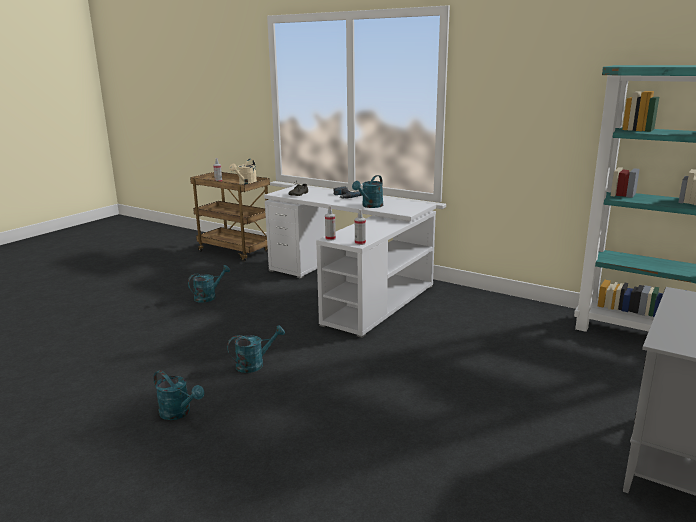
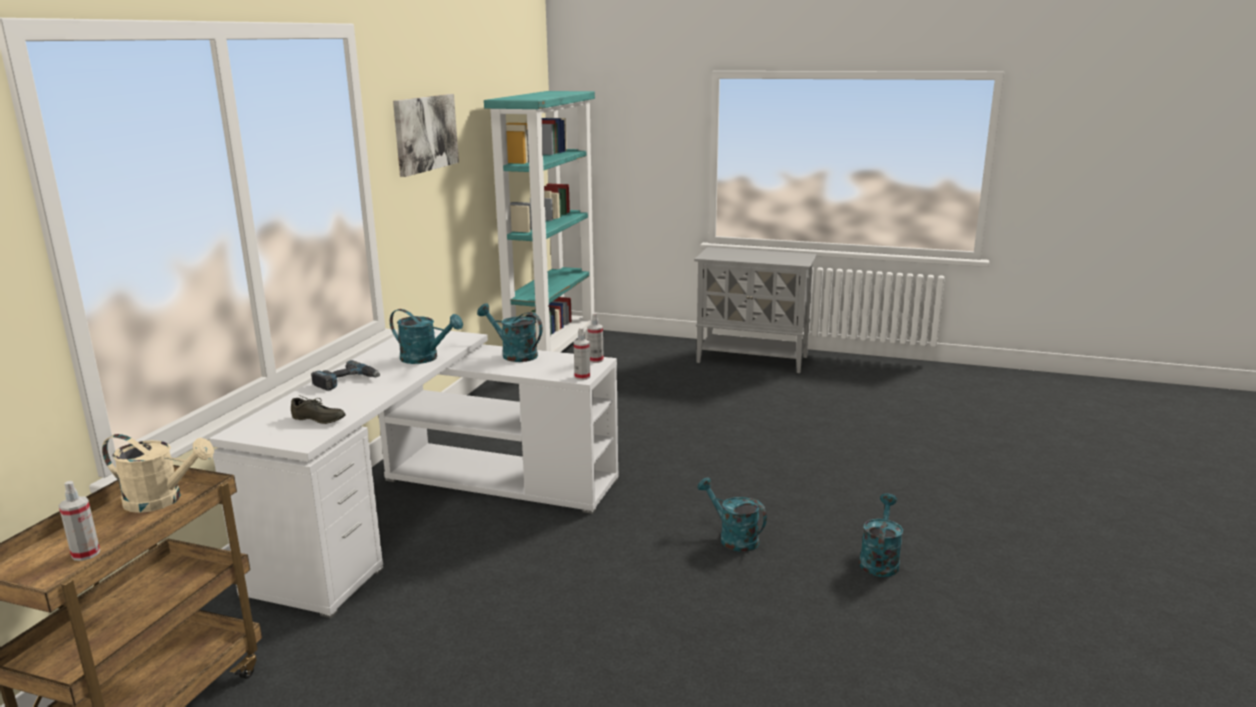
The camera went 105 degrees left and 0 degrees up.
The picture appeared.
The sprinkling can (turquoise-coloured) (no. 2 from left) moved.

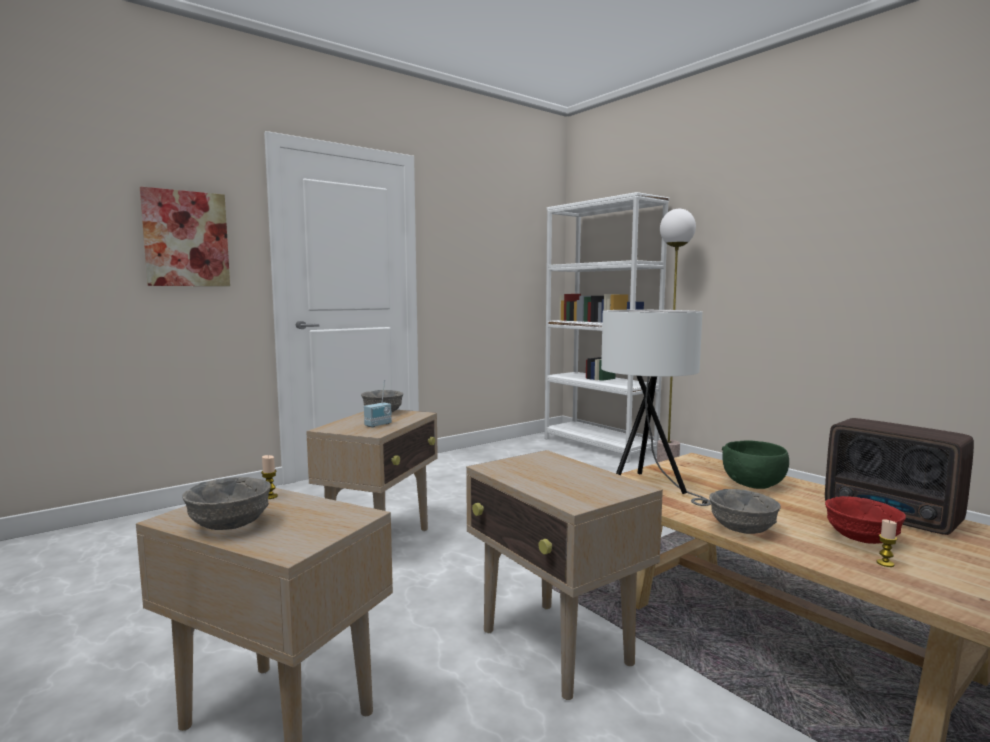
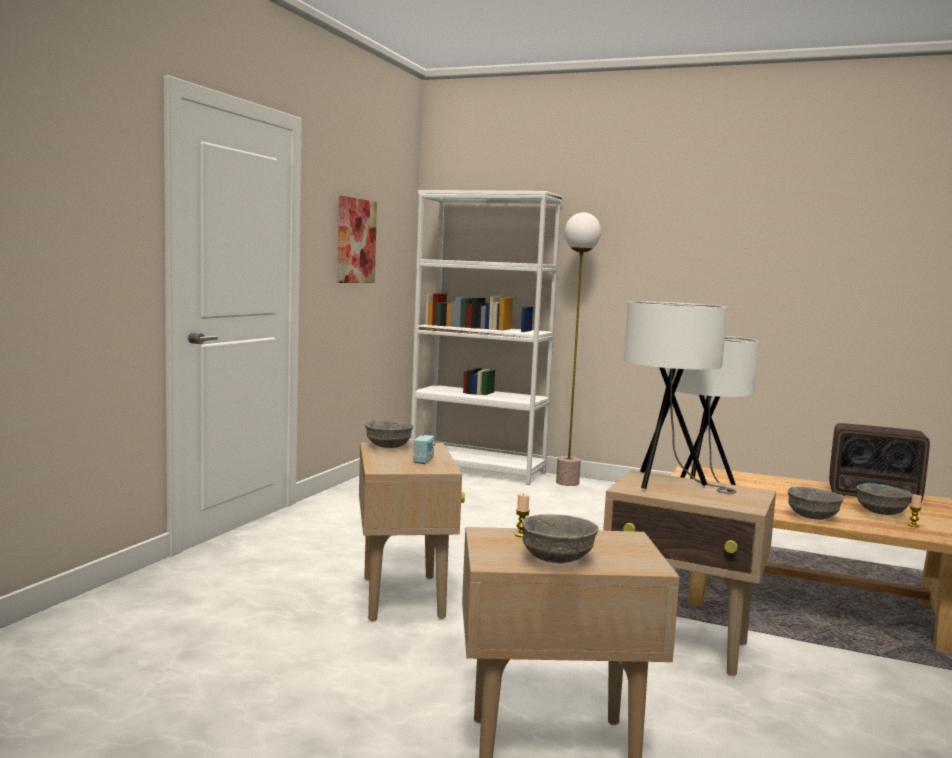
The camera went 30 degrees left and 0 degrees up.
The serving bowl (greenish) disappeared.
The table lamp (white) (no. 1 from left) appeared.
The picture moved.
The serving bowl (red-coloured) became the serving bowl (grey) (no. 4 from left).

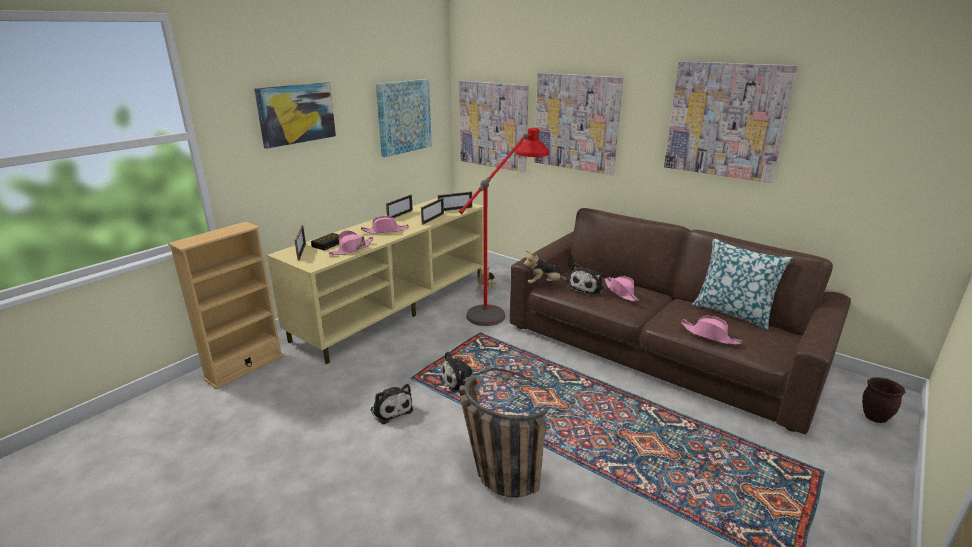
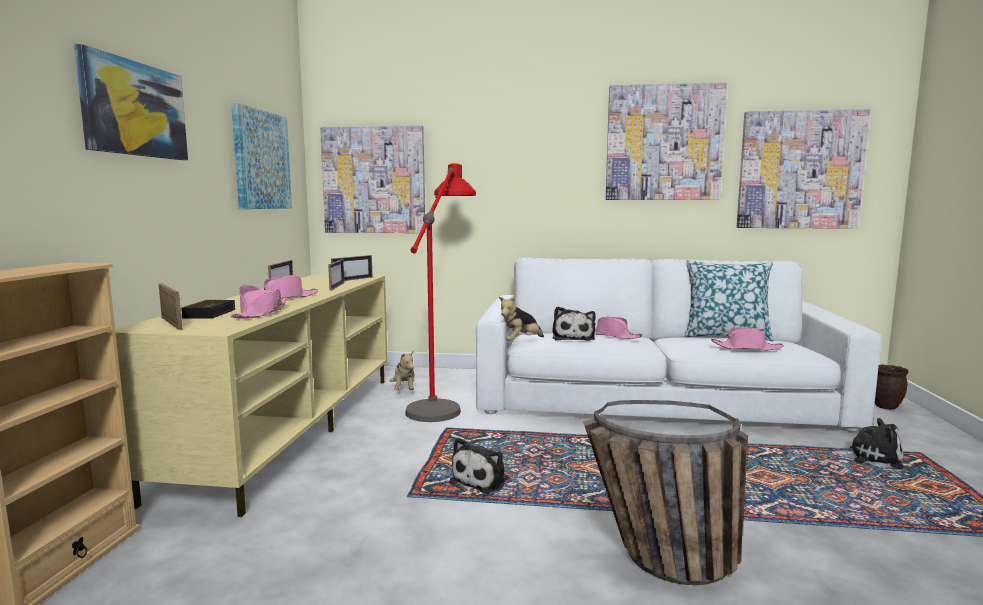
The camera went 30 degrees left and 15 degrees down.
The cuddly toy (no. 1 from left in the first image) moved.
The picture (no. 4 from left in the first image) moved.
The settee (brownish) became the settee (white).

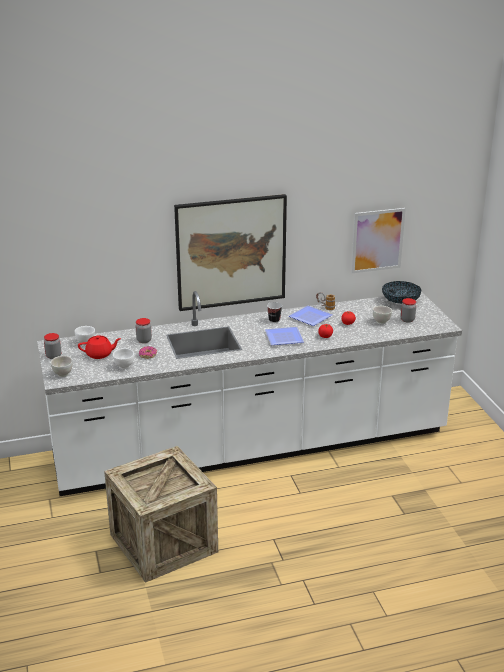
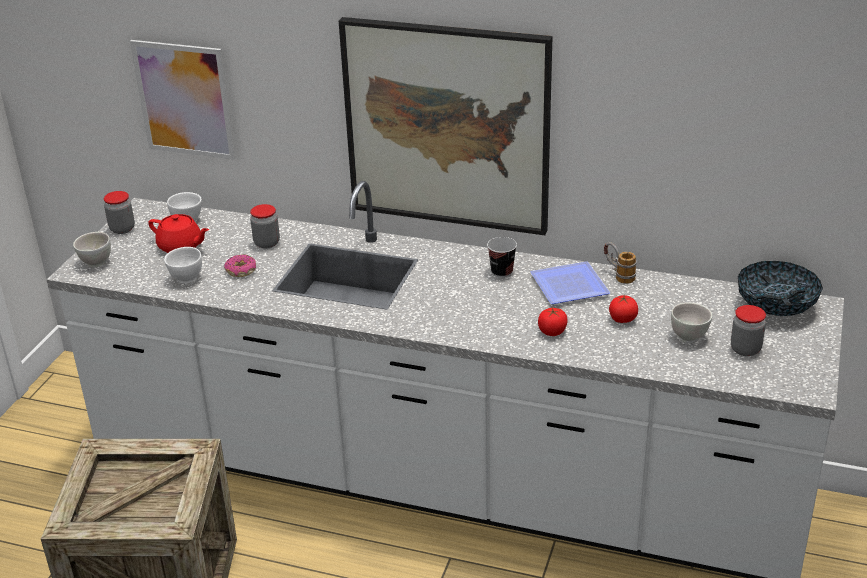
The camera went 35 degrees right and 5 degrees up.
The plate (no. 1 from left) disappeared.
The picture (no. 2 from left in the first image) moved.

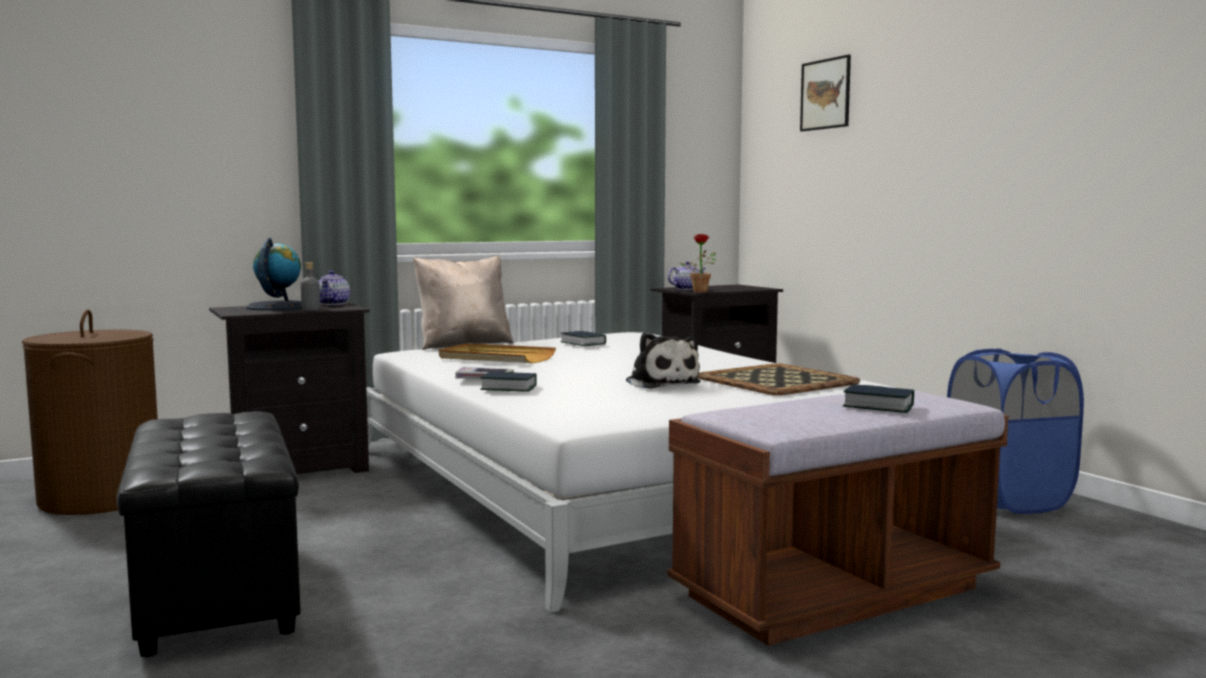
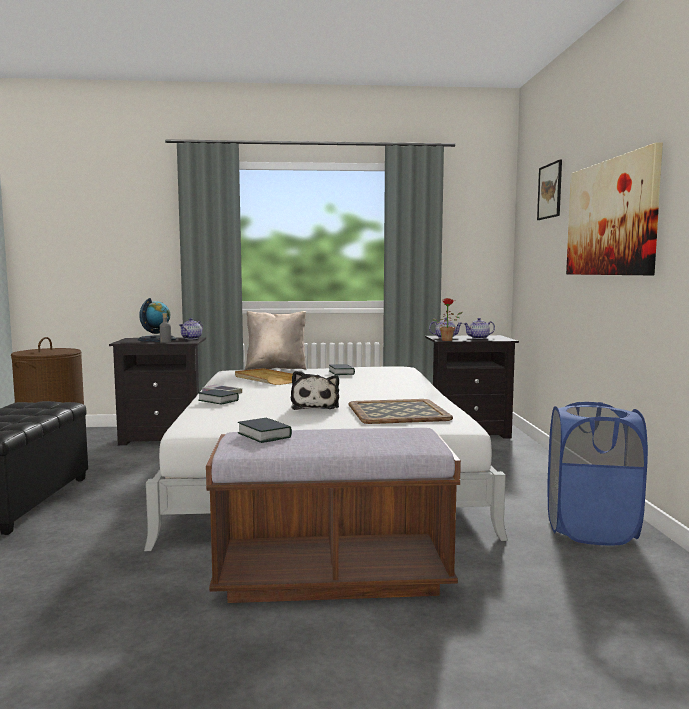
The camera went 25 degrees right and 0 degrees up.
The pot for tea (no. 3 from left) appeared.
The picture (no. 2 from left) appeared.
The volume (no. 4 from left in the first image) moved.

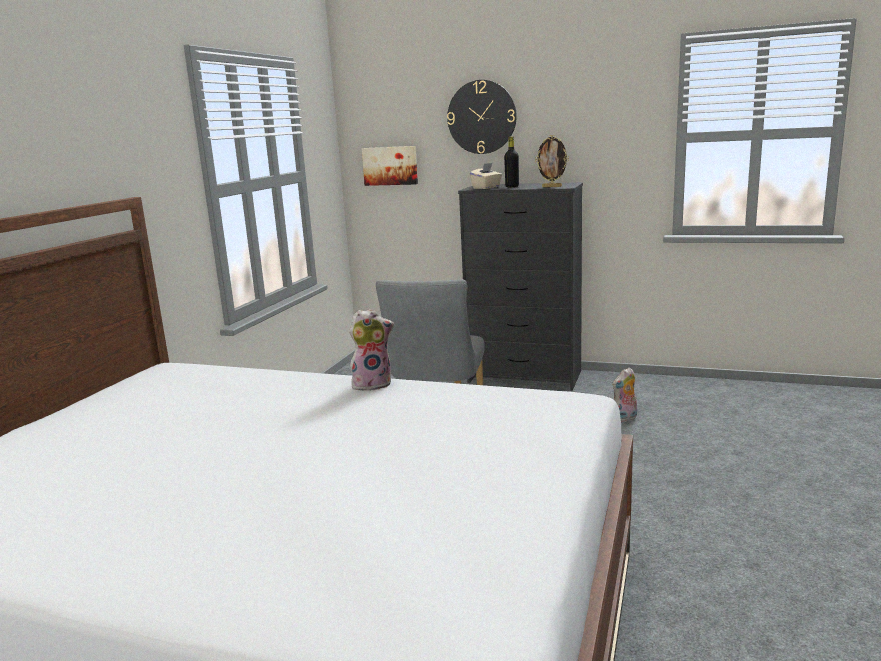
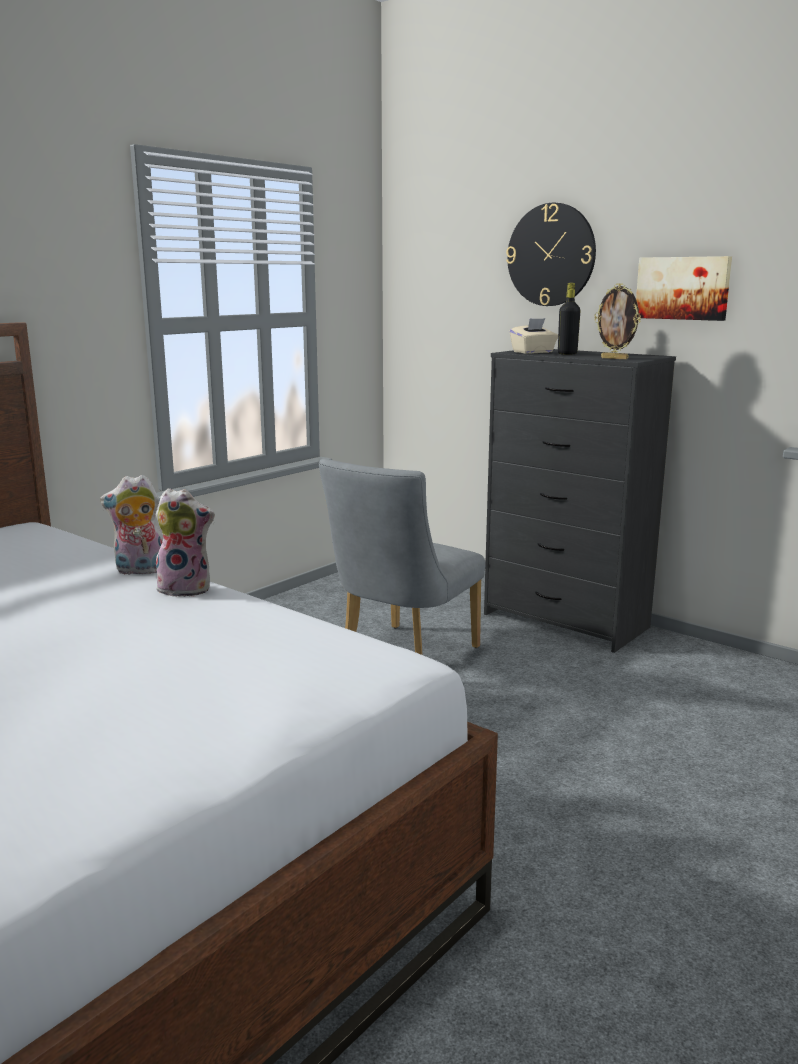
The camera went 20 degrees right and 0 degrees up.
The picture moved.
The cuddly toy (no. 2 from left in the first image) moved.

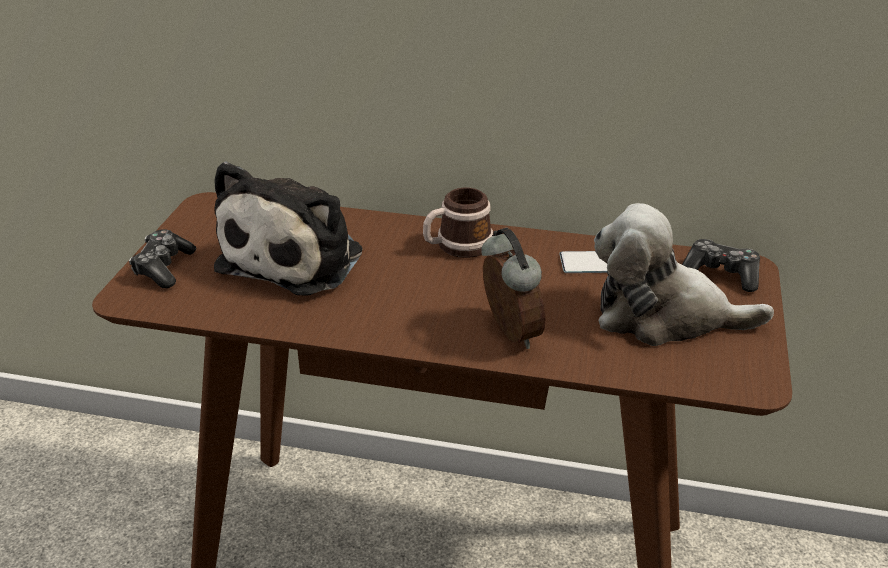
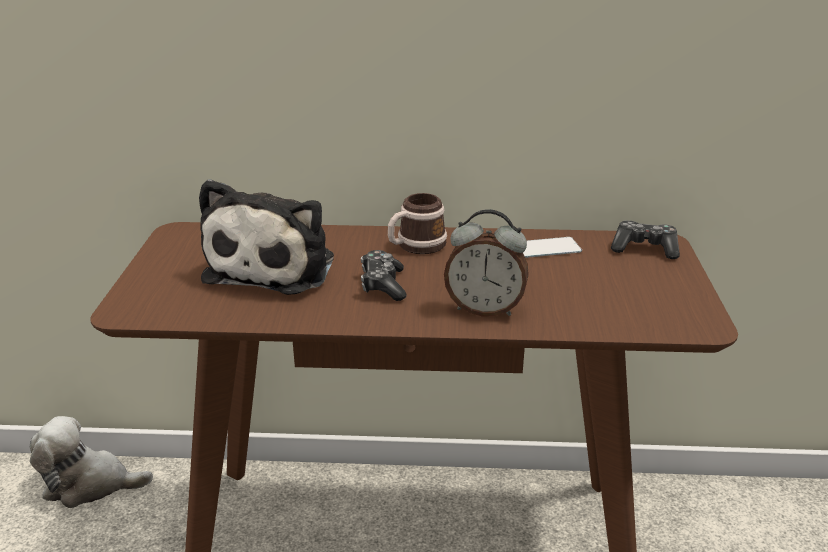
The camera went 10 degrees left and 5 degrees down.
The game controller (no. 1 from left) moved.
The cuddly toy (no. 2 from left in the first image) moved.
The alarm clock turned 135 degrees clockwise.

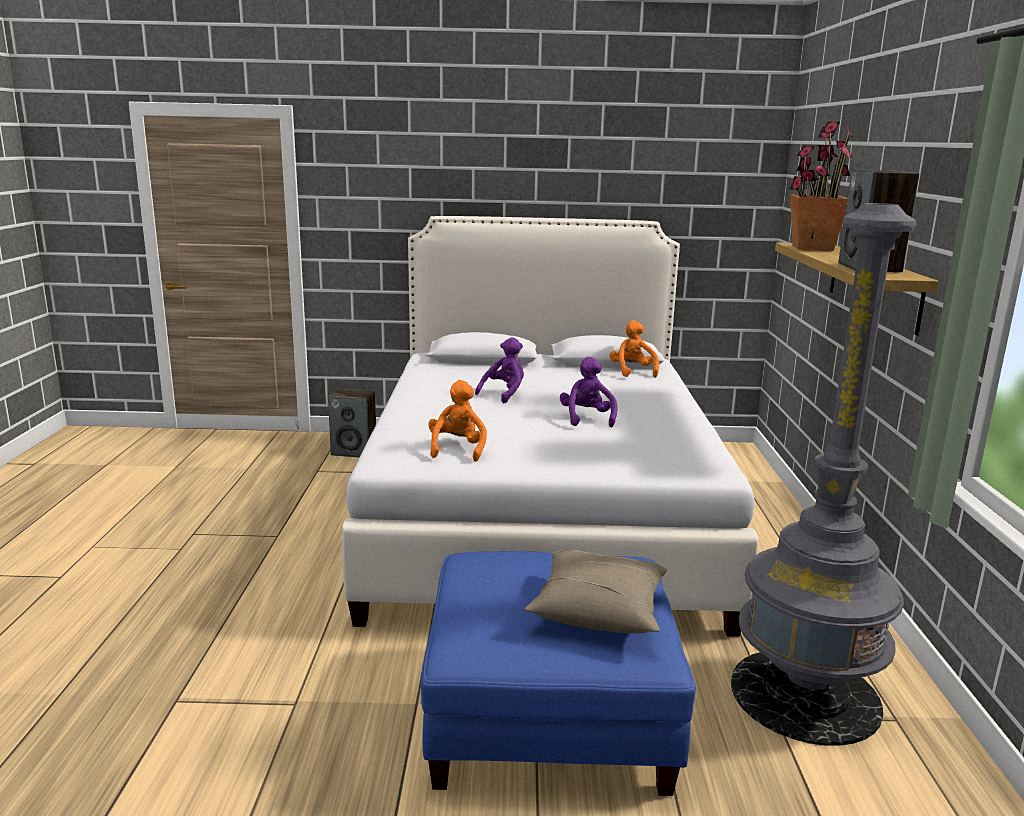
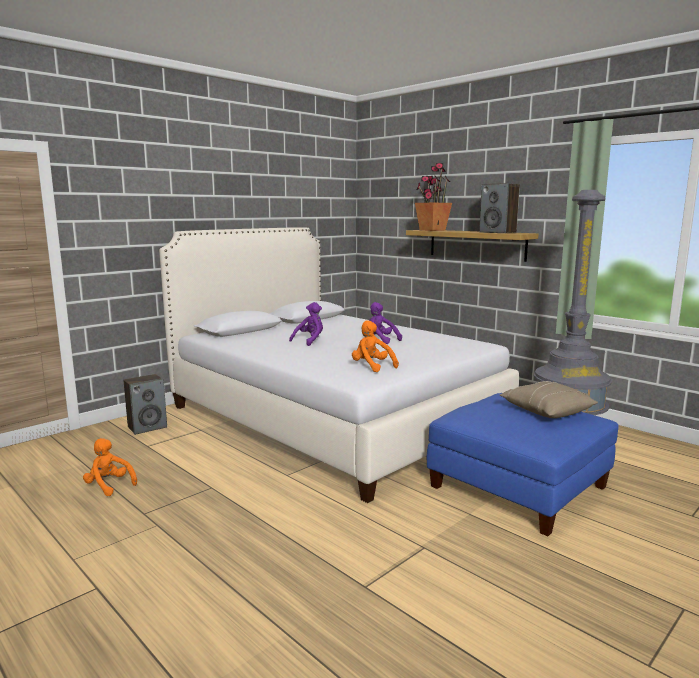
The camera went 45 degrees left and 5 degrees down.
The cuddly toy (orange-coloured) (no. 2 from left in the first image) moved.
The cuddly toy (purple) (no. 1 from left) turned 45 degrees clockwise.

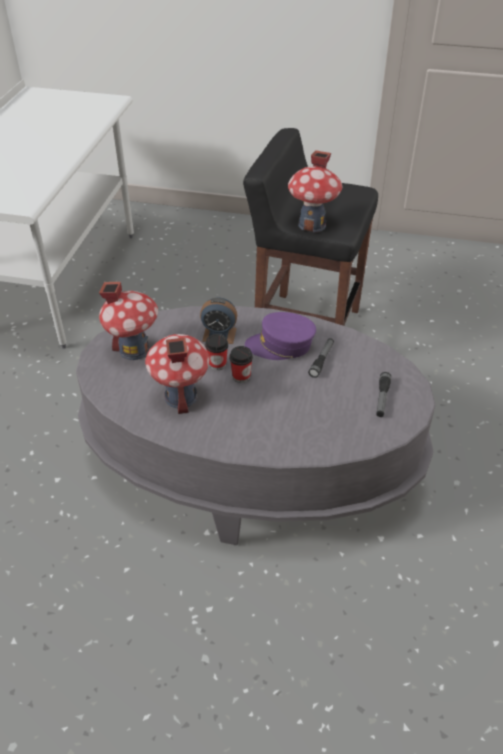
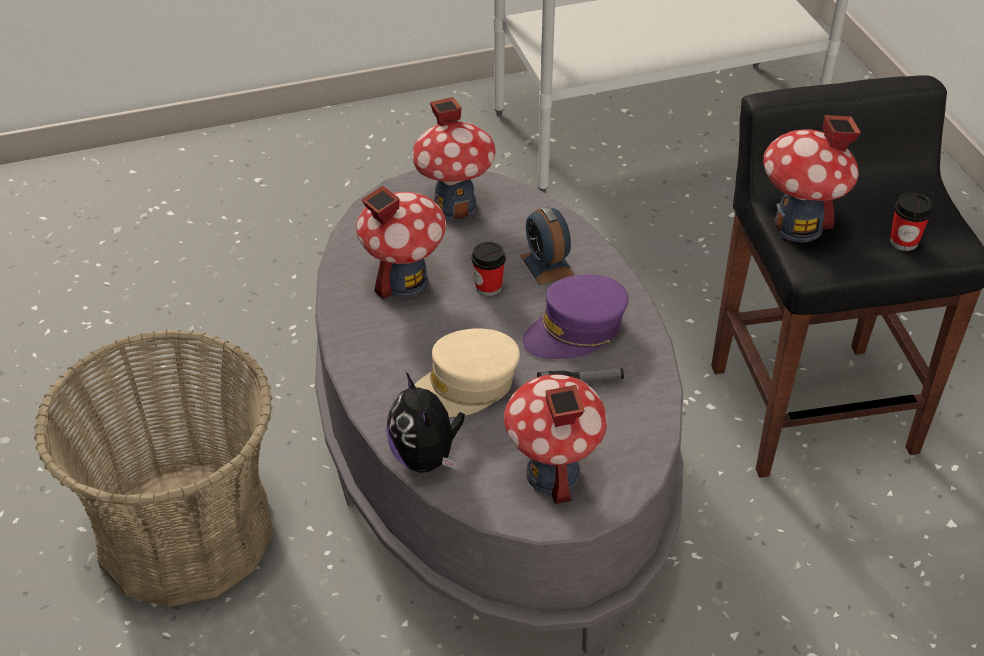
The camera went 60 degrees right and 0 degrees up.
The storage basket appeared.
The cuddly toy appeared.
The peaked cap (beige) appeared.
The small cup (no. 2 from left) moved.
The flashlight (no. 2 from left) was replaced by the toy house (no. 3 from left).
The peaked cap (purple) turned 90 degrees counterclockwise.

